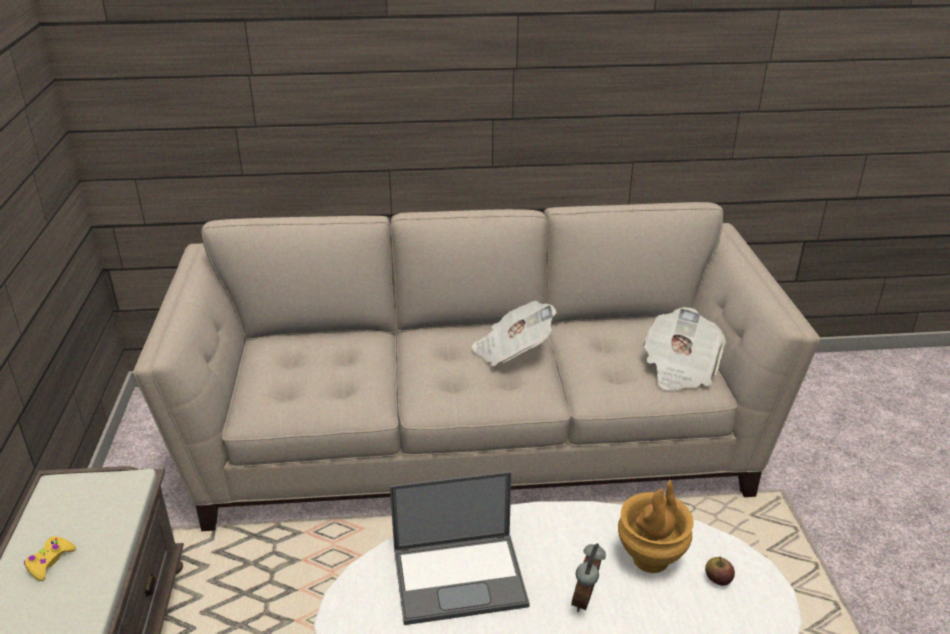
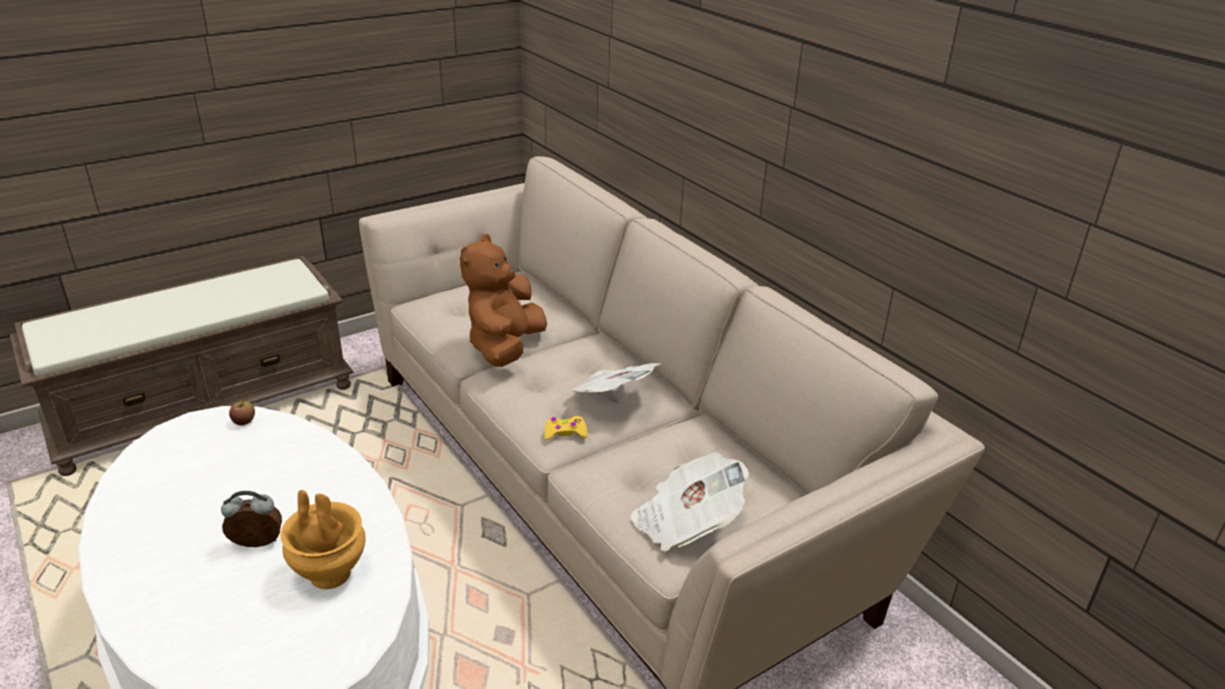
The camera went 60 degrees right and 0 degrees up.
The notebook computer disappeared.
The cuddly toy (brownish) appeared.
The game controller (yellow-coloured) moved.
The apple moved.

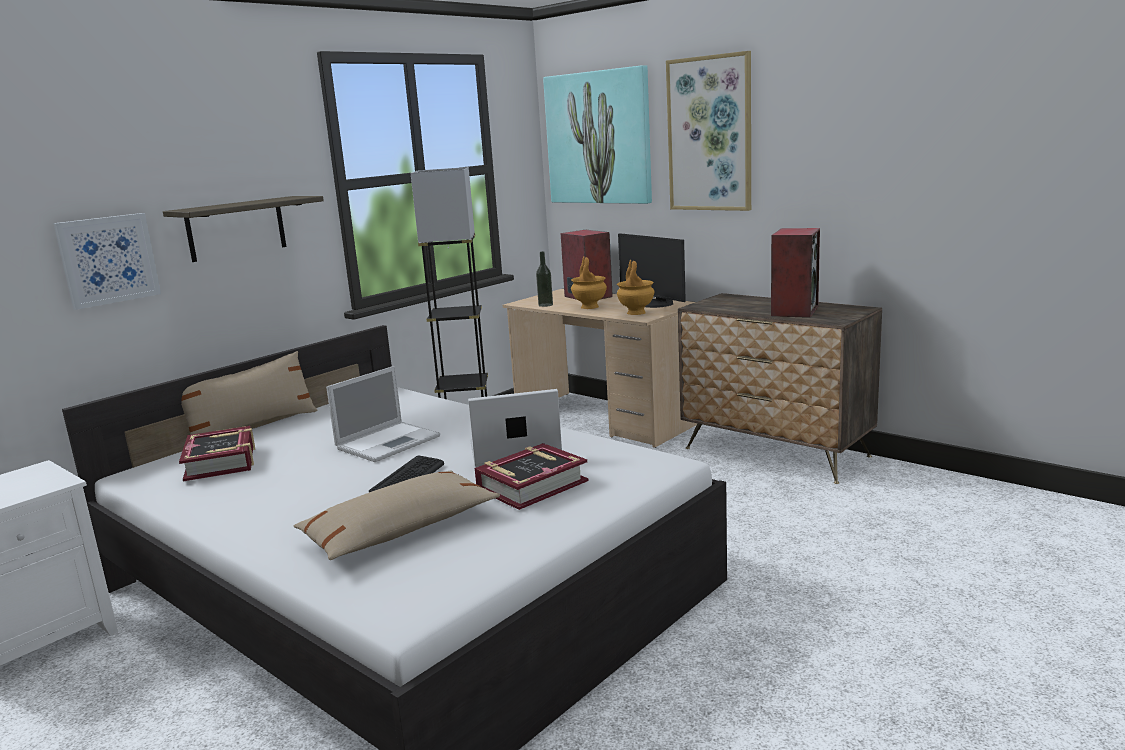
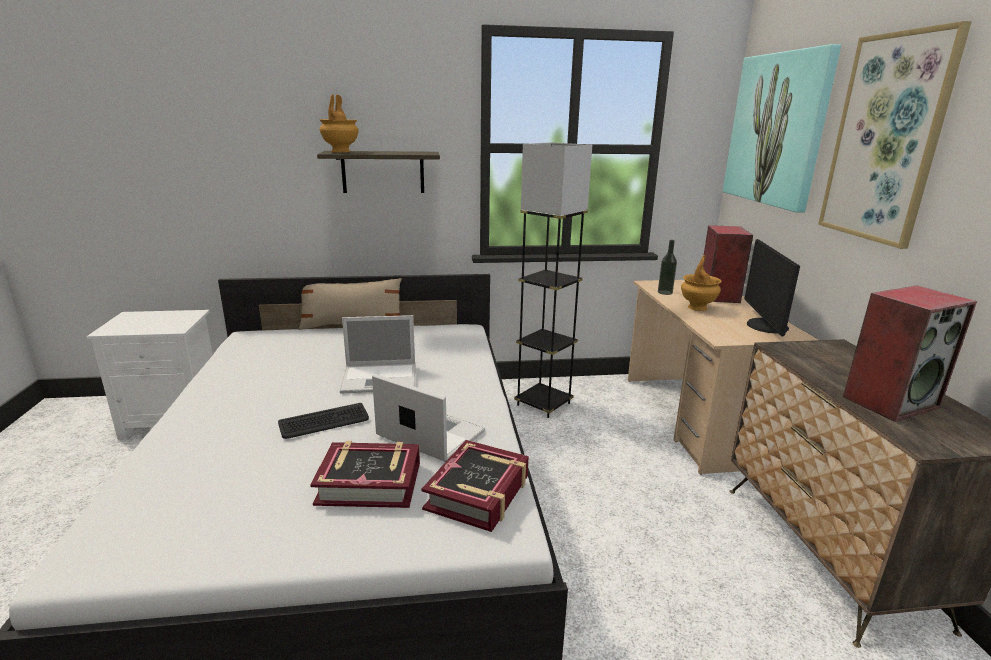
The camera went 40 degrees right and 5 degrees up.
The picture (no. 1 from left) disappeared.
The throw pillow (beige) (no. 2 from left) disappeared.
The volume (no. 1 from left in the first image) moved.
The decorative vase (brownish) (no. 2 from left in the first image) moved.

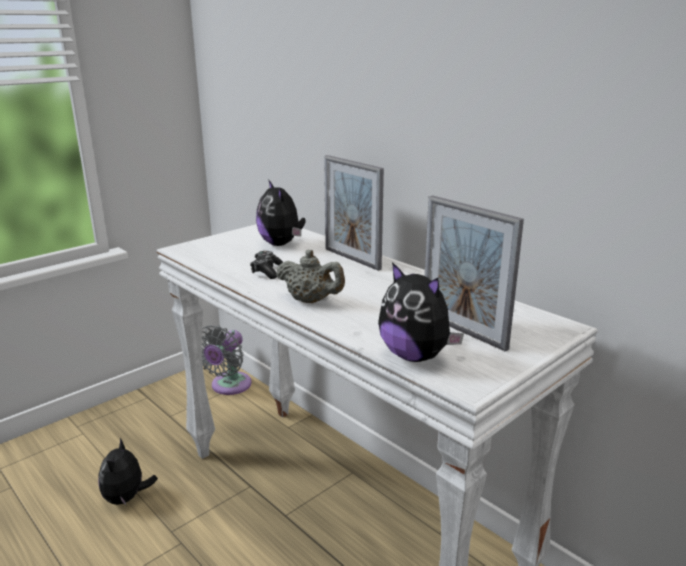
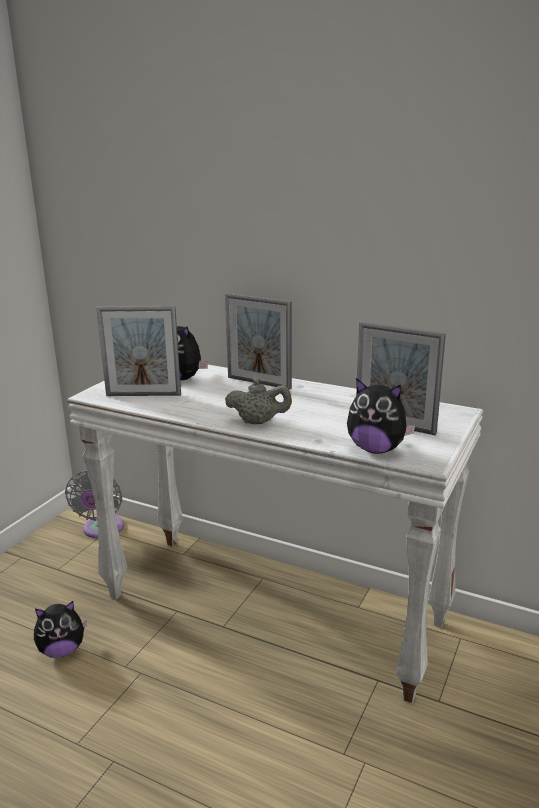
The camera went 20 degrees left and 0 degrees up.
The game controller disappeared.
The standing frame (no. 1 from left) appeared.
The cuddly toy (no. 1 from left) turned 90 degrees counterclockwise.

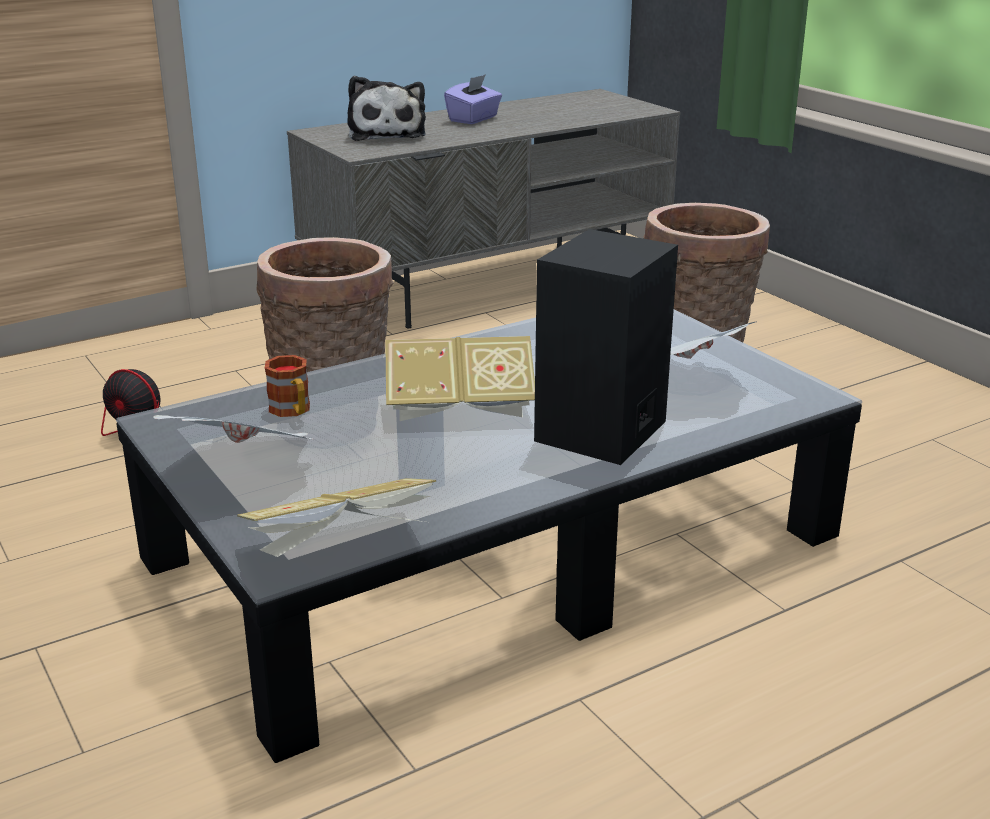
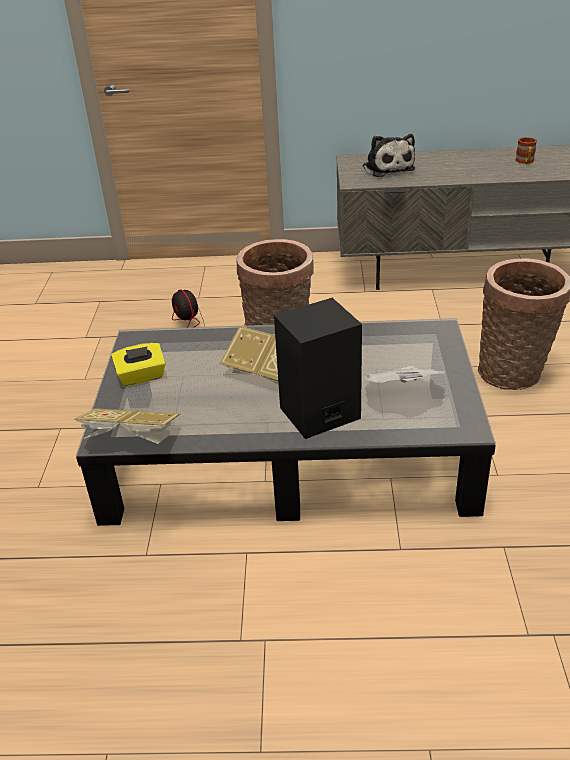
The camera went 35 degrees right and 10 degrees up.
The tissue holder (purple) disappeared.
The mug moved.
The newspaper (no. 1 from left) was replaced by the tissue holder (yellow-coloured).
The cuddly toy turned 45 degrees counterclockwise.

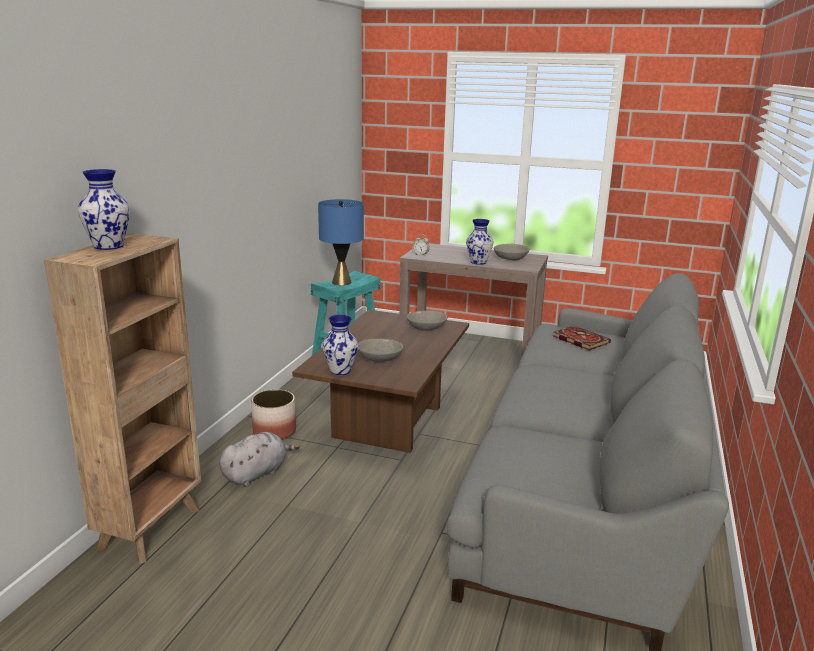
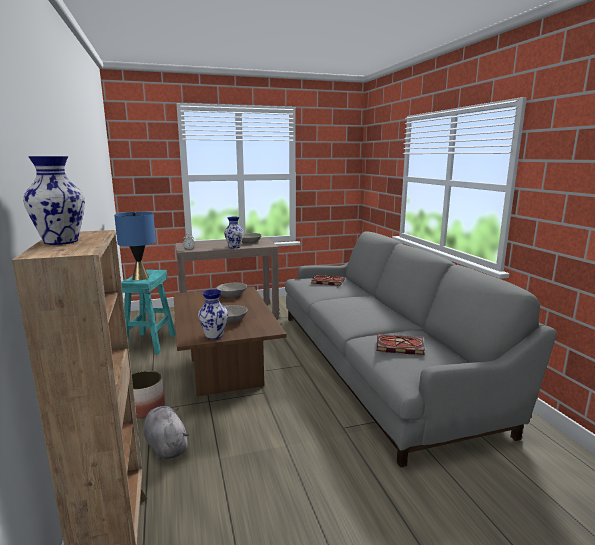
The camera went 35 degrees left and 5 degrees down.
The volume (no. 2 from left) appeared.
The cuddly toy (grey) turned 45 degrees counterclockwise.

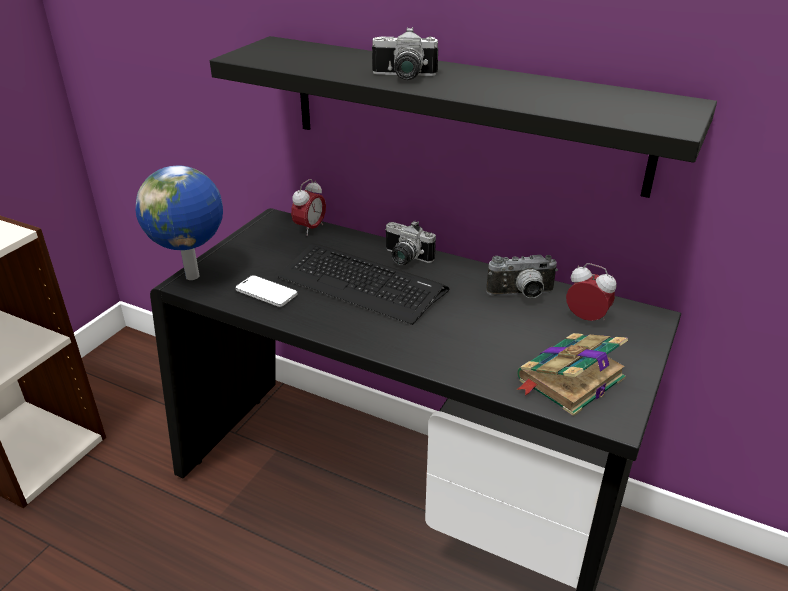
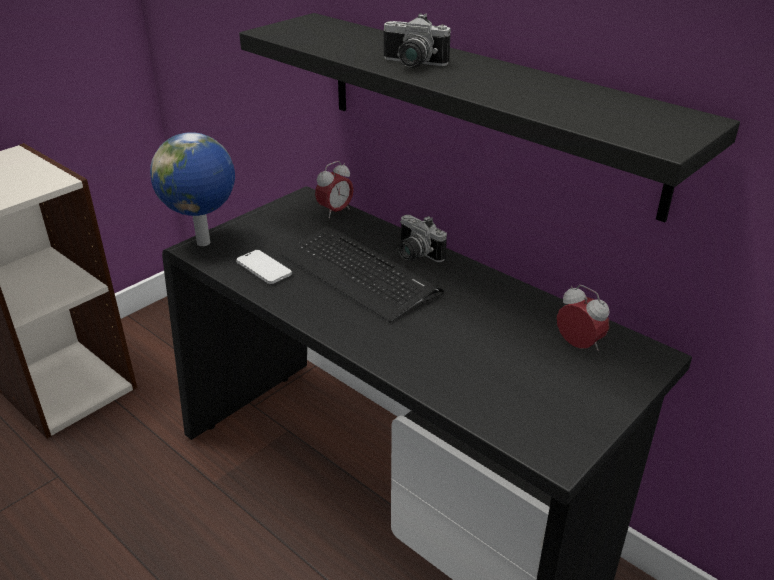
The camera went 15 degrees right and 0 degrees up.
The photo camera (no. 3 from left) disappeared.
The volume disappeared.

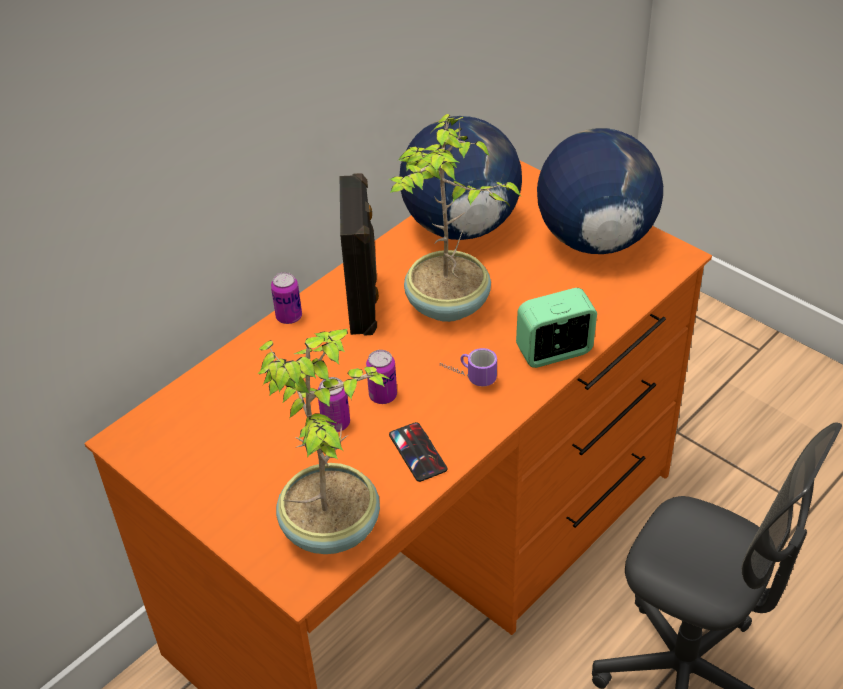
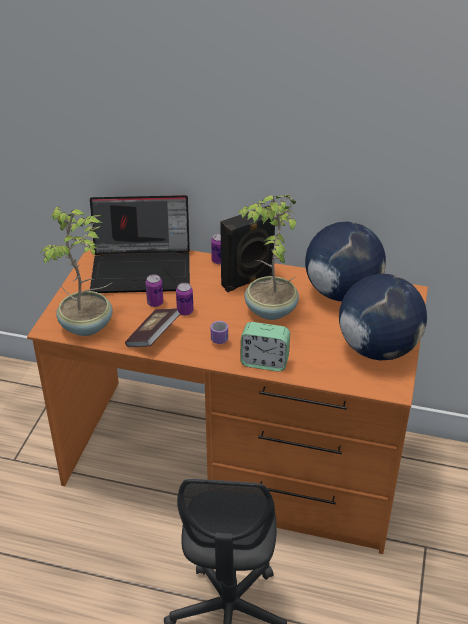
The camera went 60 degrees right and 5 degrees down.
The notebook computer appeared.
The telephone was replaced by the volume.
The alarm clock turned 150 degrees clockwise.

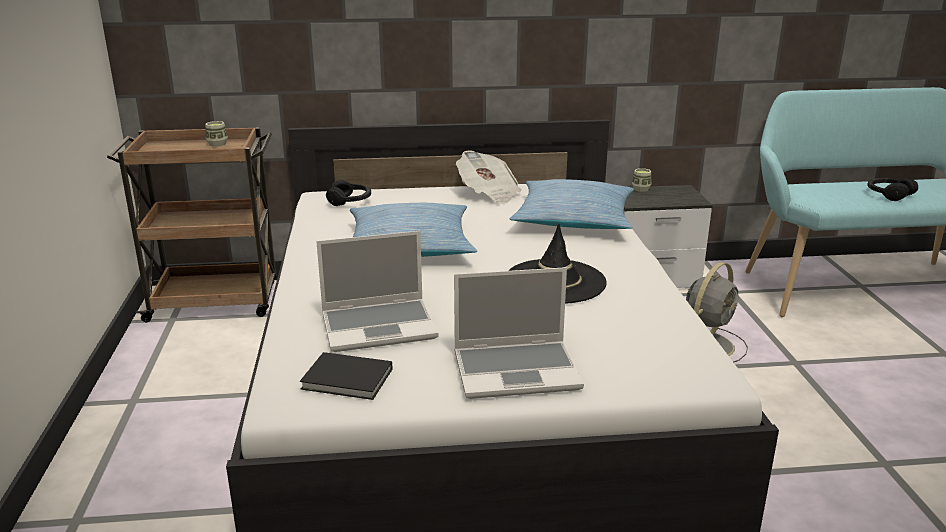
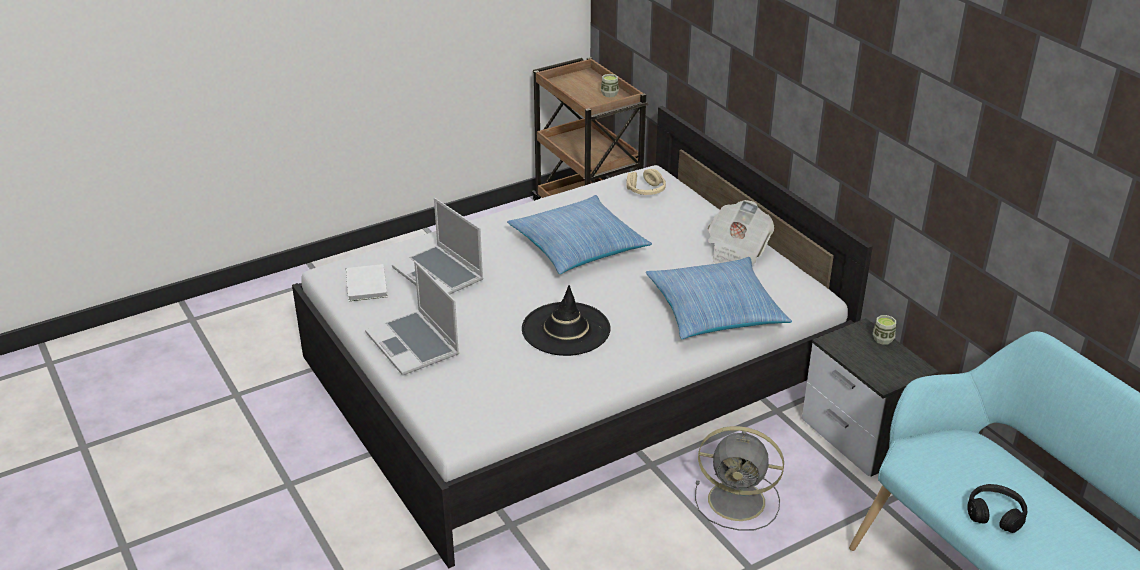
The camera went 65 degrees right and 10 degrees up.
The volume (blackish) became the volume (white).
The headset (blackish) (no. 1 from left) became the headset (beige).

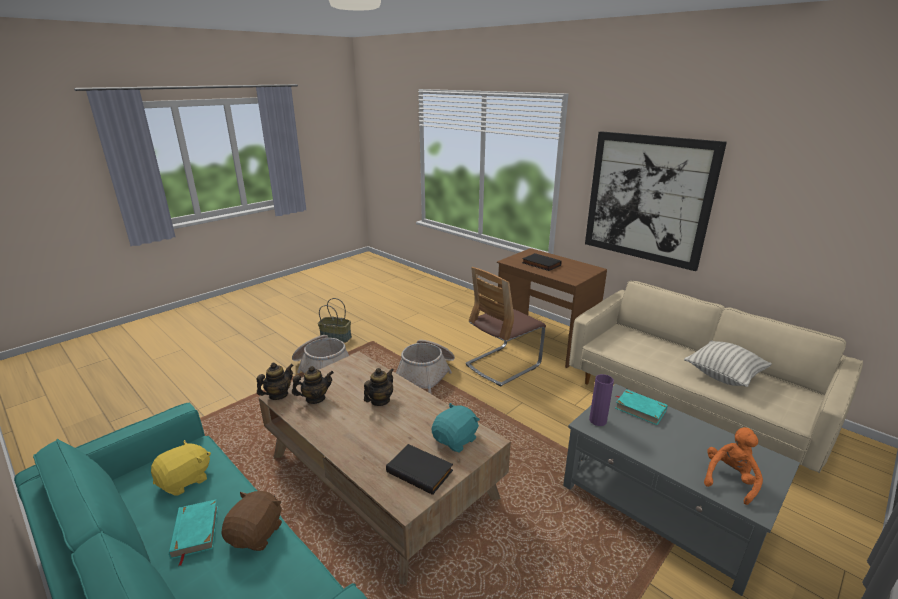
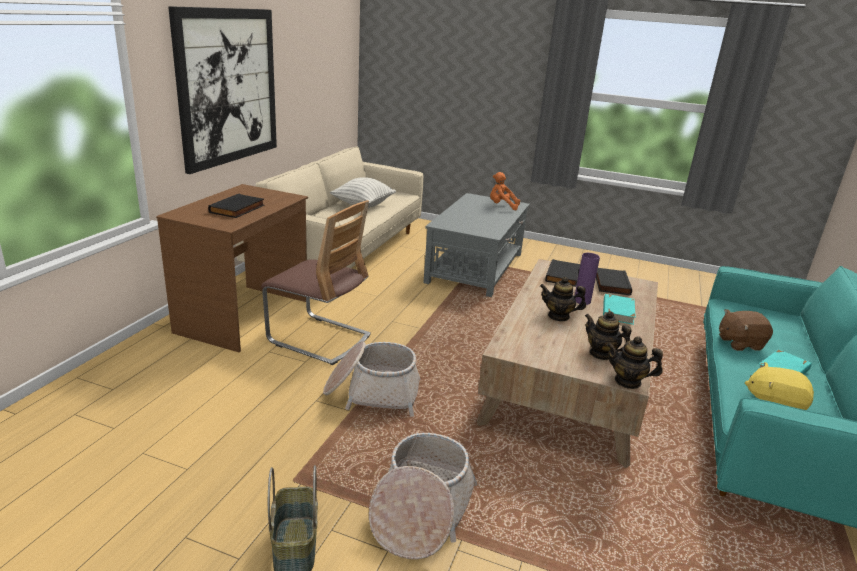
The camera went 115 degrees left and 0 degrees up.
The decorative vase (purple) moved.
The volume (turquoise-coloured) (no. 2 from left in the first image) moved.
The cuddly toy (turquoise-coloured) was replaced by the volume (blackish) (no. 2 from left).

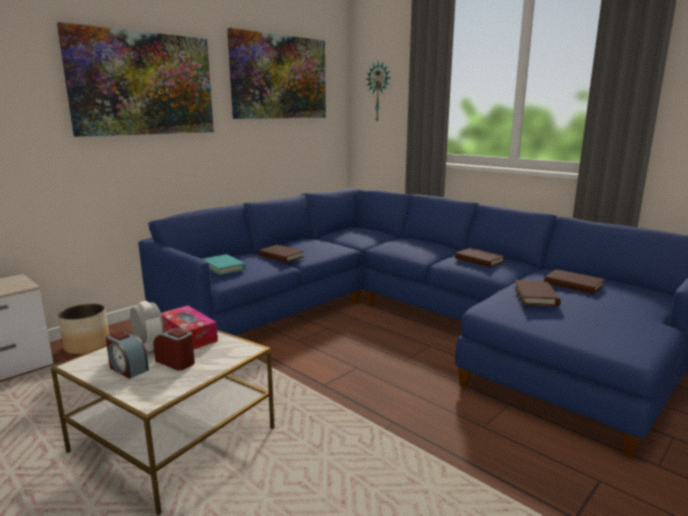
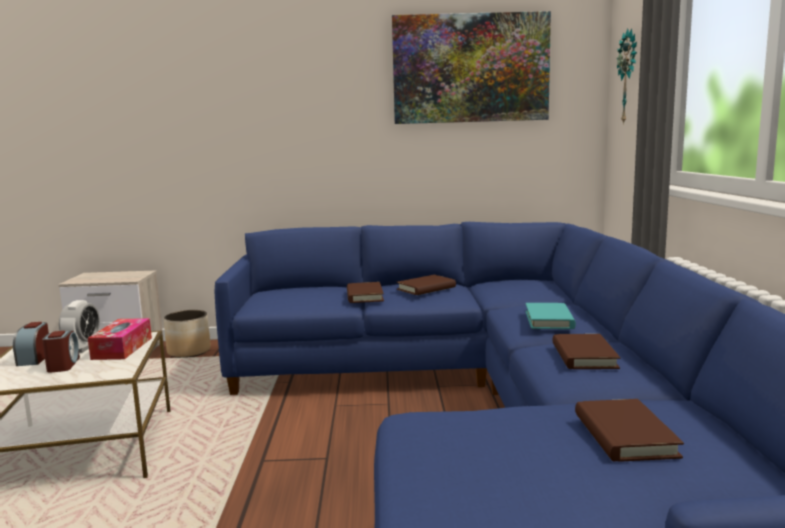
The camera went 45 degrees right and 5 degrees down.
The picture (no. 1 from left) disappeared.
The volume (turquoise-coloured) moved.
The volume (brownish) (no. 3 from left in the first image) moved.

